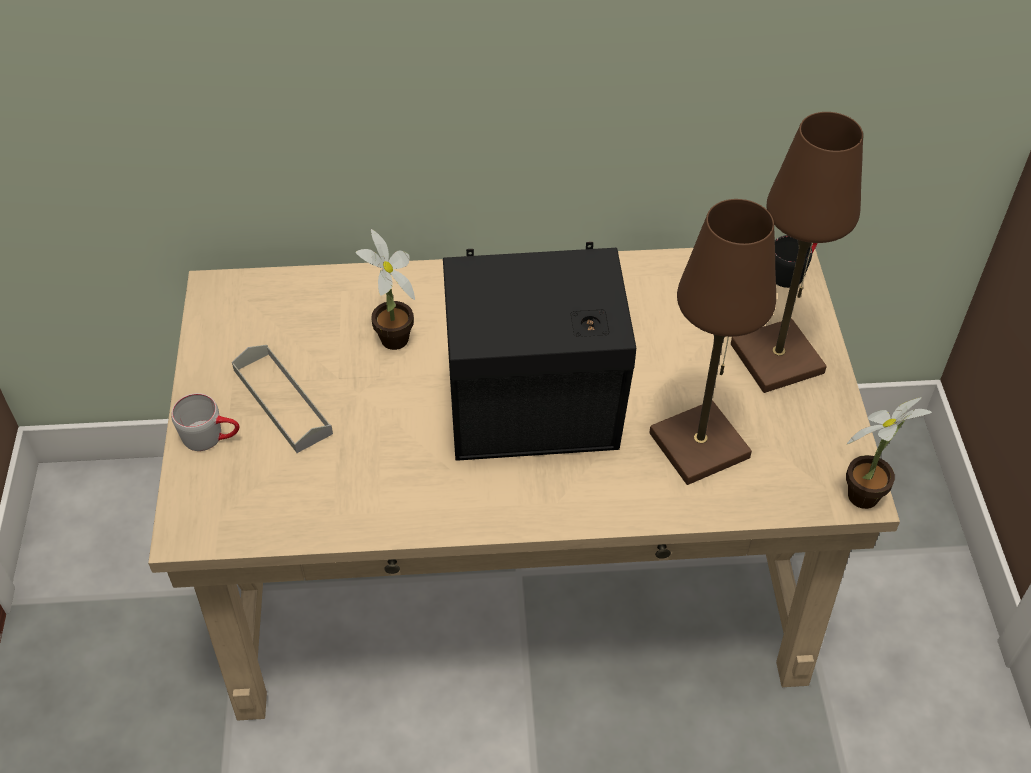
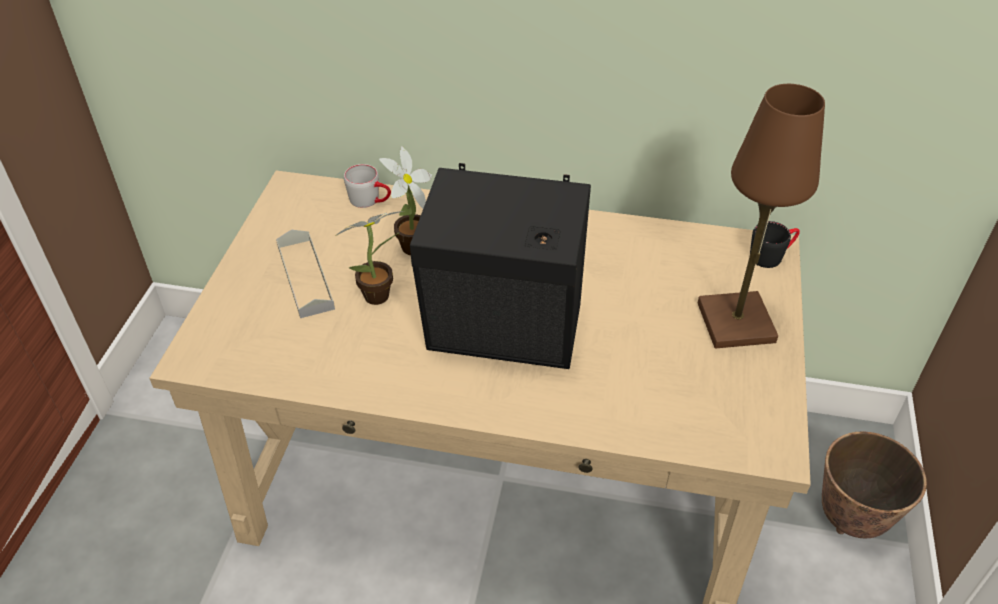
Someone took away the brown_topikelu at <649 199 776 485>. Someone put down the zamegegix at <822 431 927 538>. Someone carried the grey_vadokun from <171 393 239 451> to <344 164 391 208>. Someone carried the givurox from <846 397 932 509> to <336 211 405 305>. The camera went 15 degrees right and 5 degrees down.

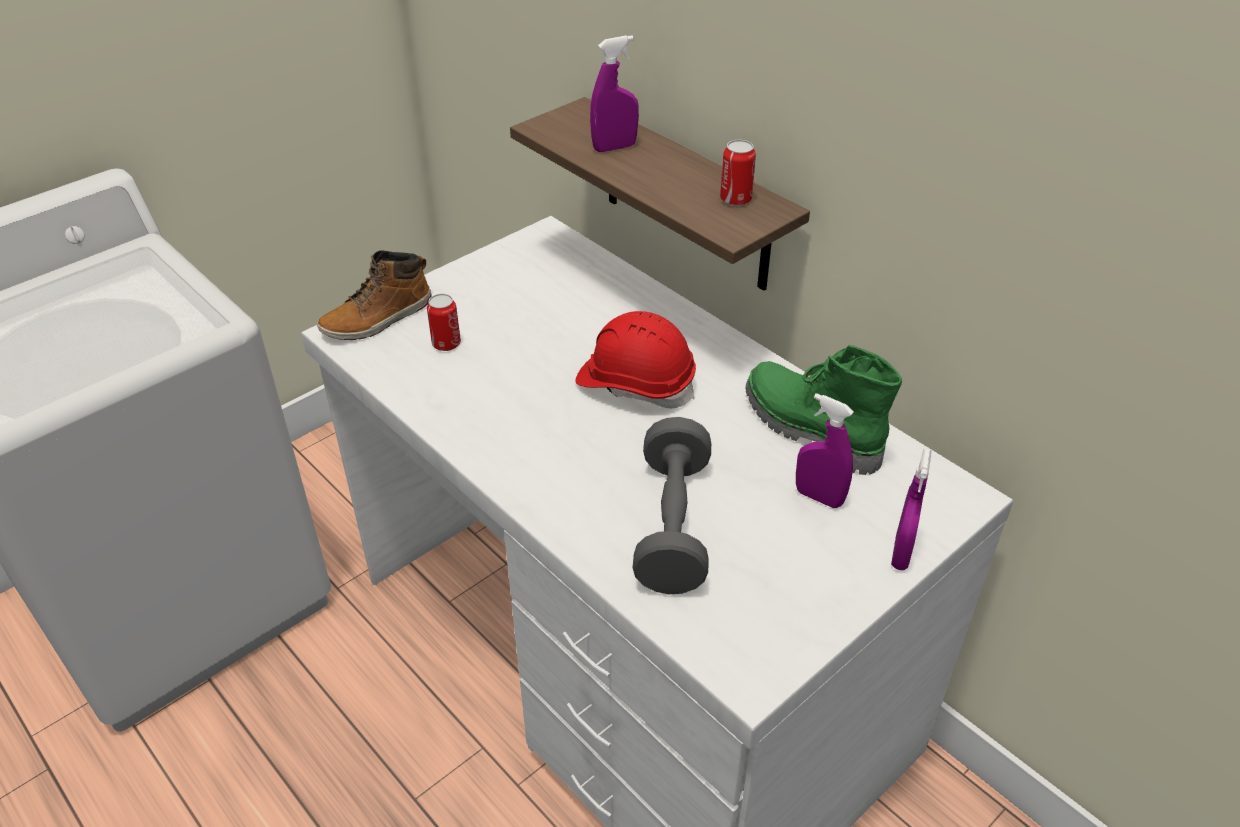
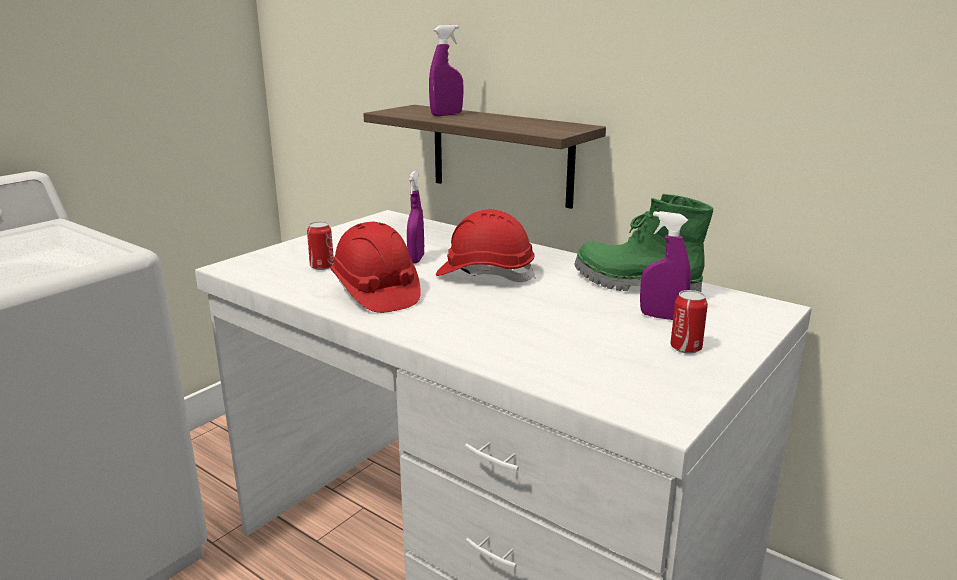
Someone took away the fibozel at <317 250 432 340>. Someone took away the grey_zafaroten at <633 417 711 594>. Someone put down the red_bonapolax at <330 222 421 313>. Someone carried the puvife from <720 140 756 206> to <670 290 708 354>. Someone carried the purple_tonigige from <891 449 931 570> to <407 171 424 264>. The camera went 10 degrees left and 20 degrees down.

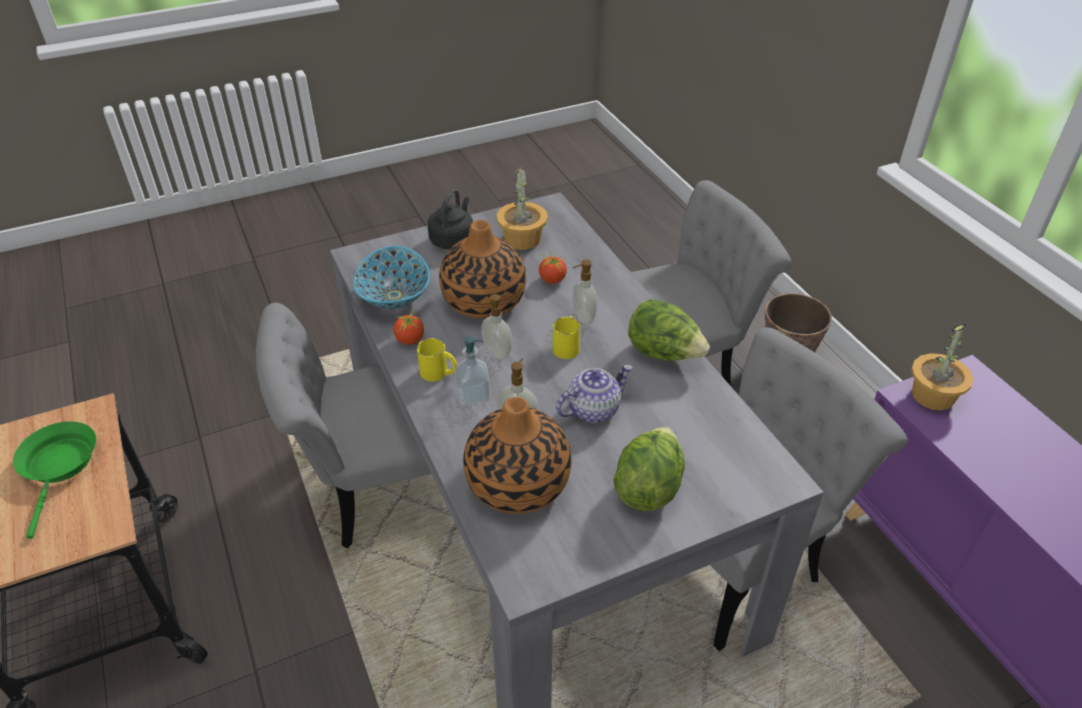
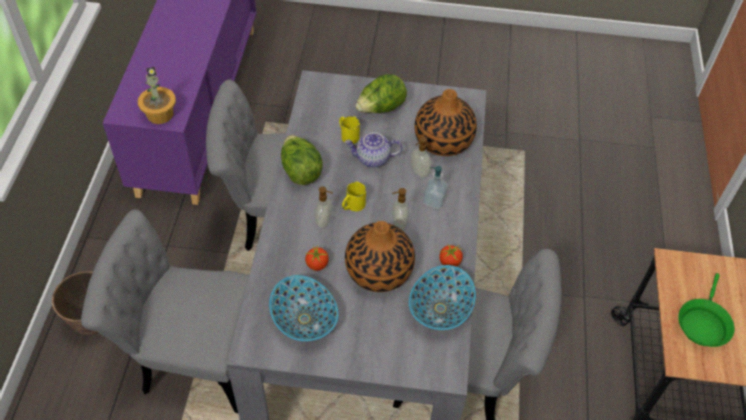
Someone took away the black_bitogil at <427 189 473 250>. Someone carried the yellow_vadokun from <417 338 457 381> to <339 116 360 144>. Someone swapped the givurox at <497 165 548 250> for the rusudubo at <269 275 339 341>. The camera went 150 degrees left and 10 degrees up.

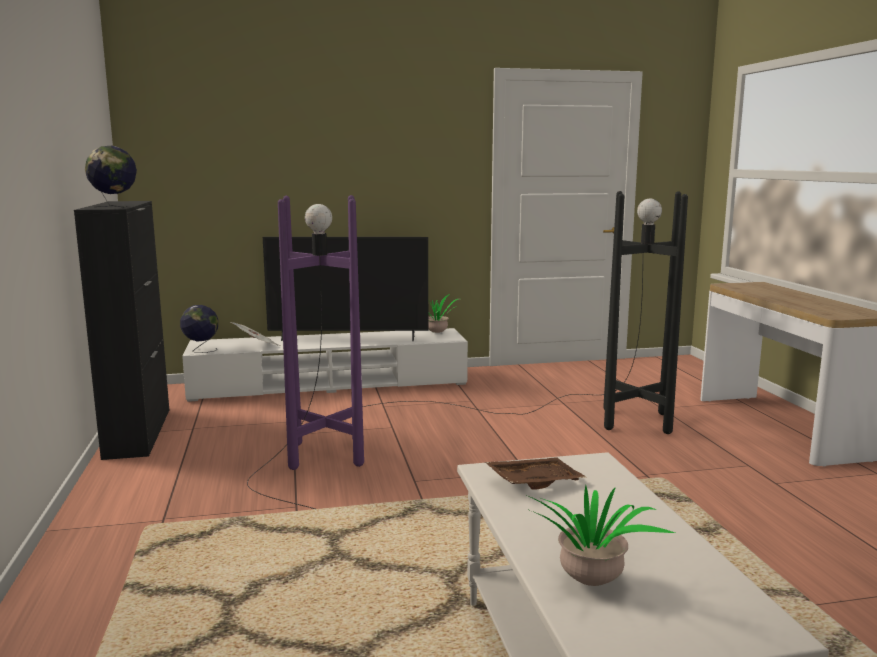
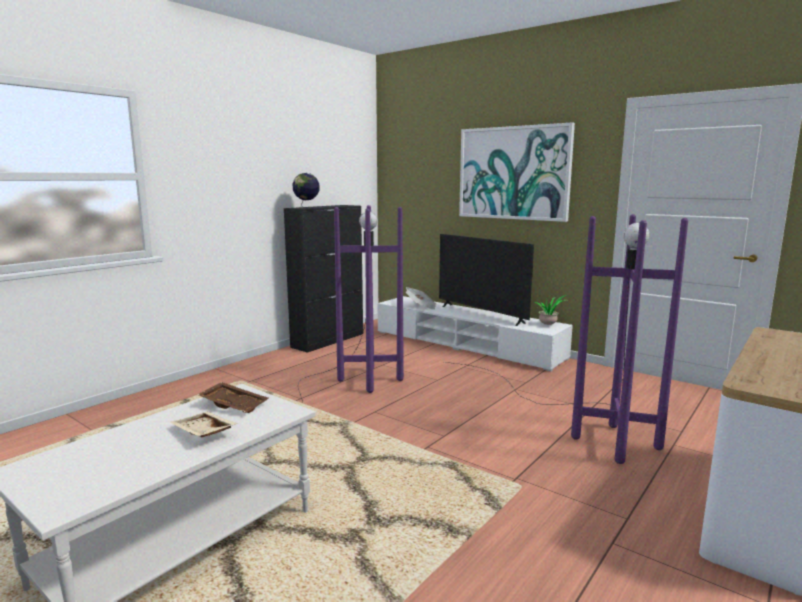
Someone took away the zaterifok at <180 305 218 353>. Someone took away the givurox at <529 485 675 586>. Someone put down the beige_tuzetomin at <170 412 238 437>. Someone put up the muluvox at <459 122 575 222>. Someone repainted the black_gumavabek at <363 191 688 434>, which became the purple_gumavabek at <444 214 688 464>. The camera went 50 degrees right and 0 degrees up.

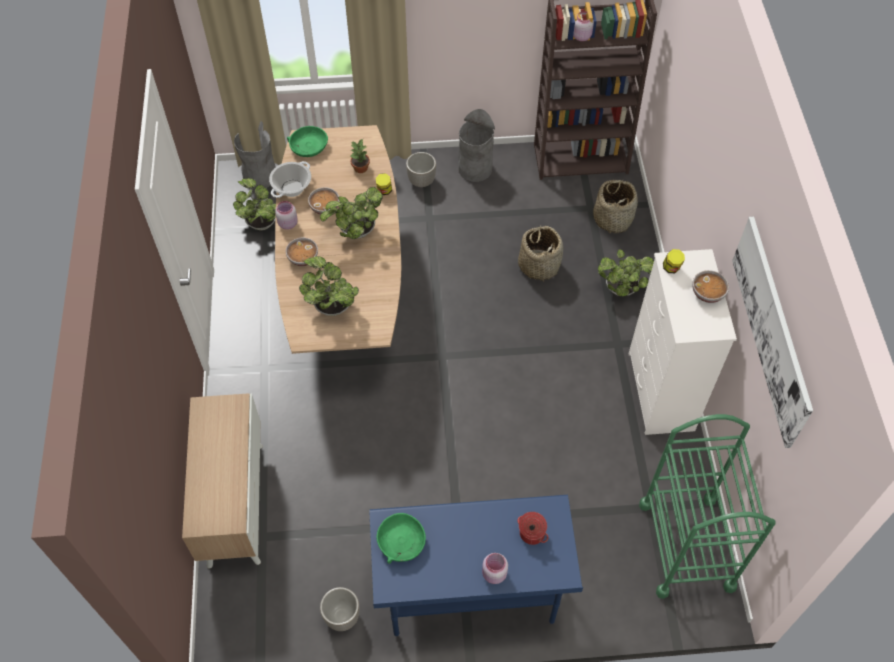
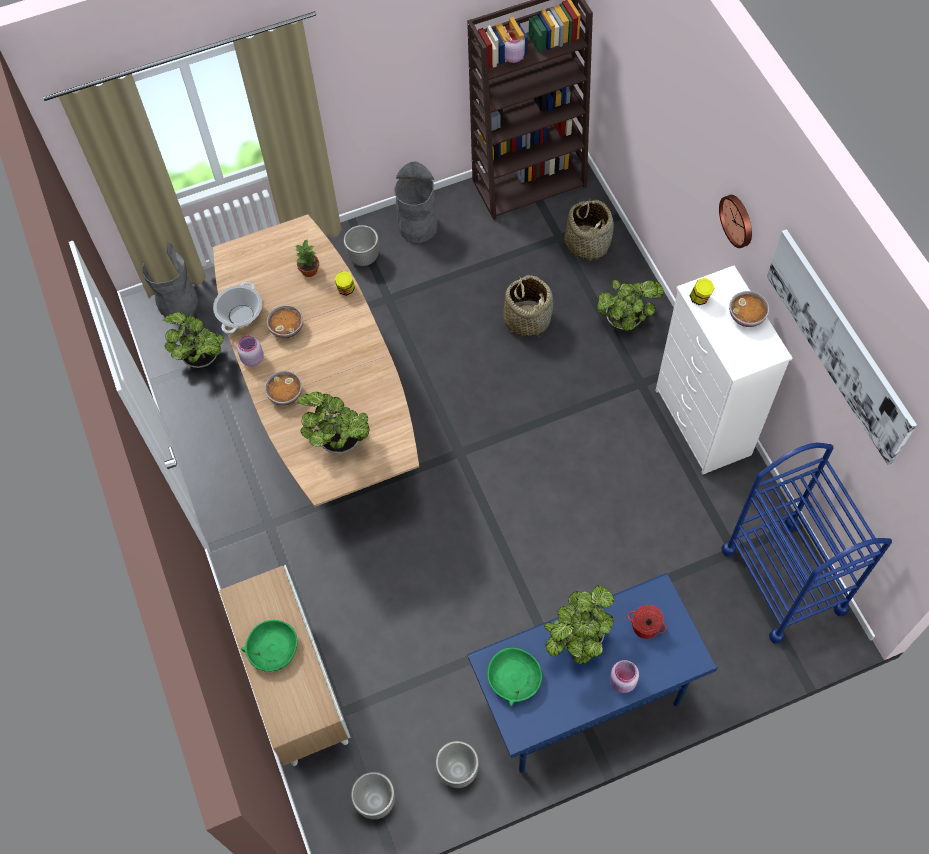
Someone put down the zamegegix at <351 772 395 819>. Someone put up the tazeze at <719 195 752 248>. Someone carried the green_rusudubo from <287 126 328 157> to <241 620 298 672>. Someone carried the givurox from <320 187 383 239> to <544 585 614 664>. Someone repainted the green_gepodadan at <639 414 776 599>, which became the blue_gepodadan at <721 443 892 644>. The camera went 15 degrees left and 5 degrees up.

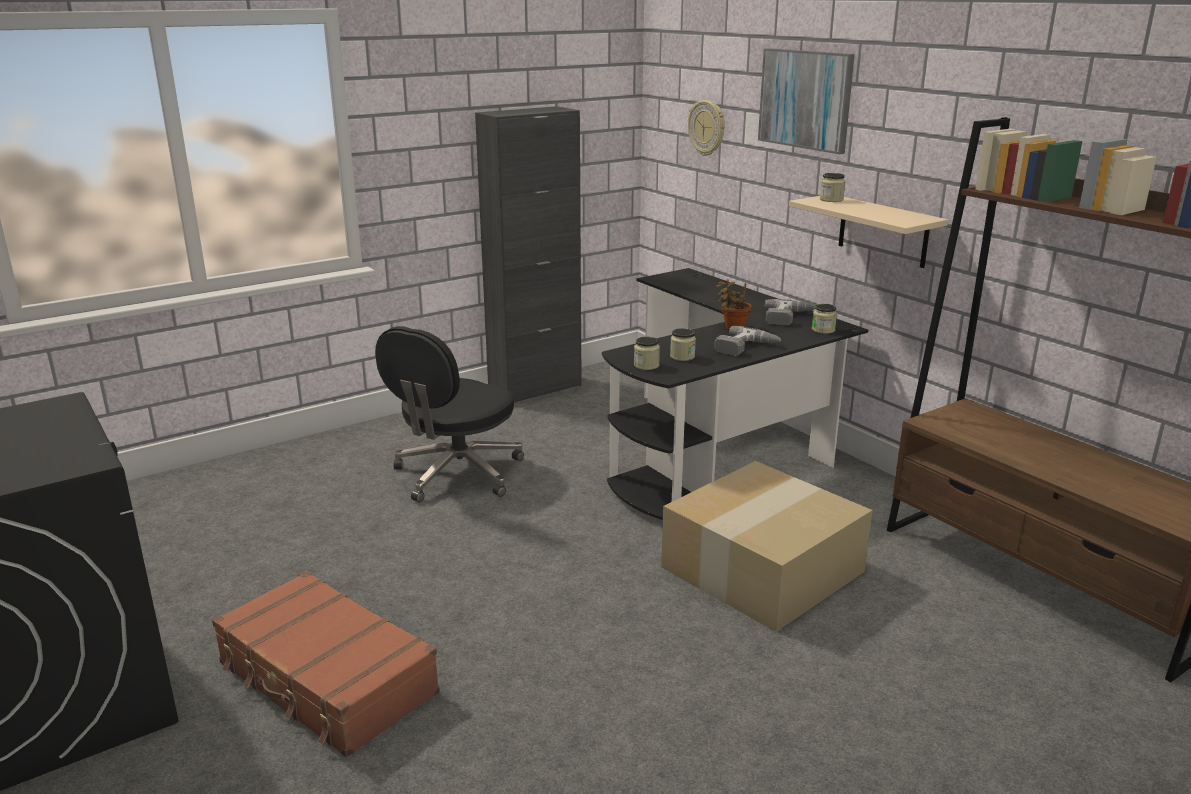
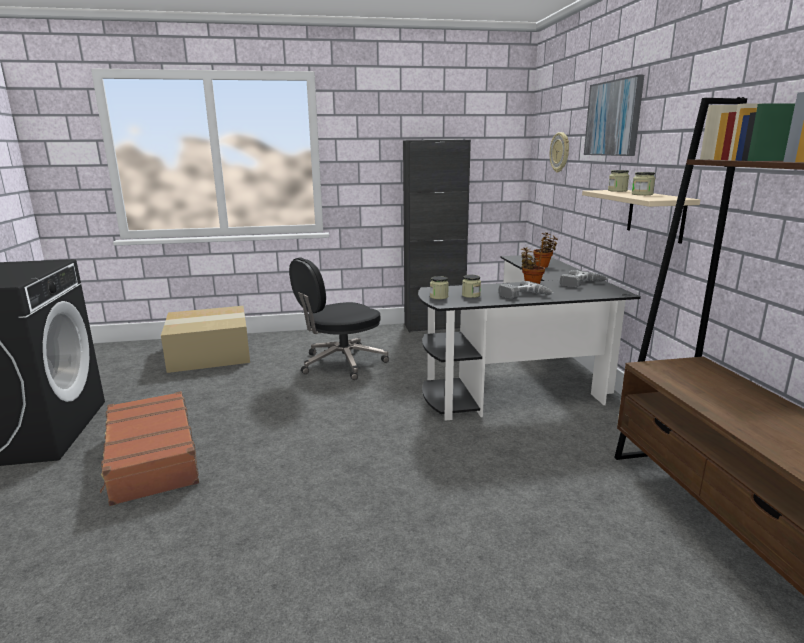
Someone put down the givurox at <533 232 558 268>. Someone carried the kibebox from <661 461 873 632> to <161 306 250 373>. Someone carried the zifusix from <812 304 837 334> to <632 172 655 195>. The camera went 25 degrees right and 5 degrees down.

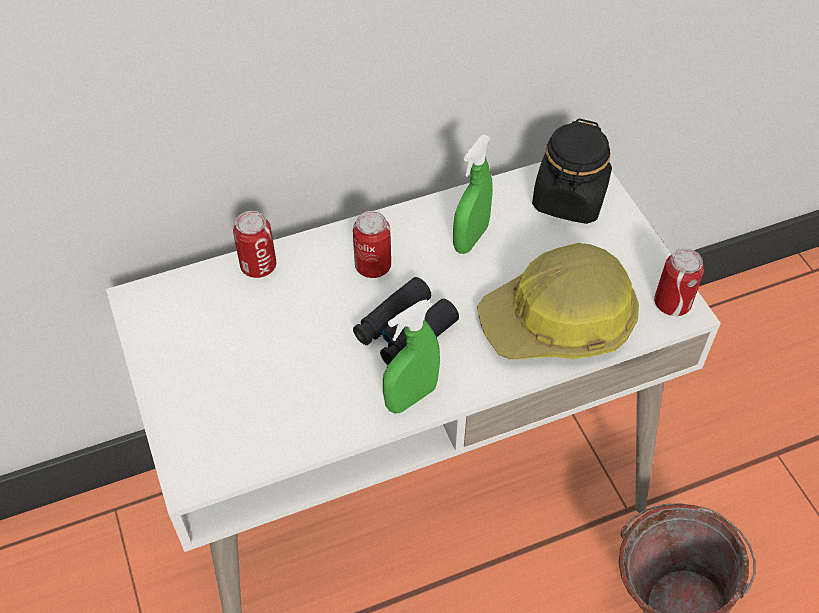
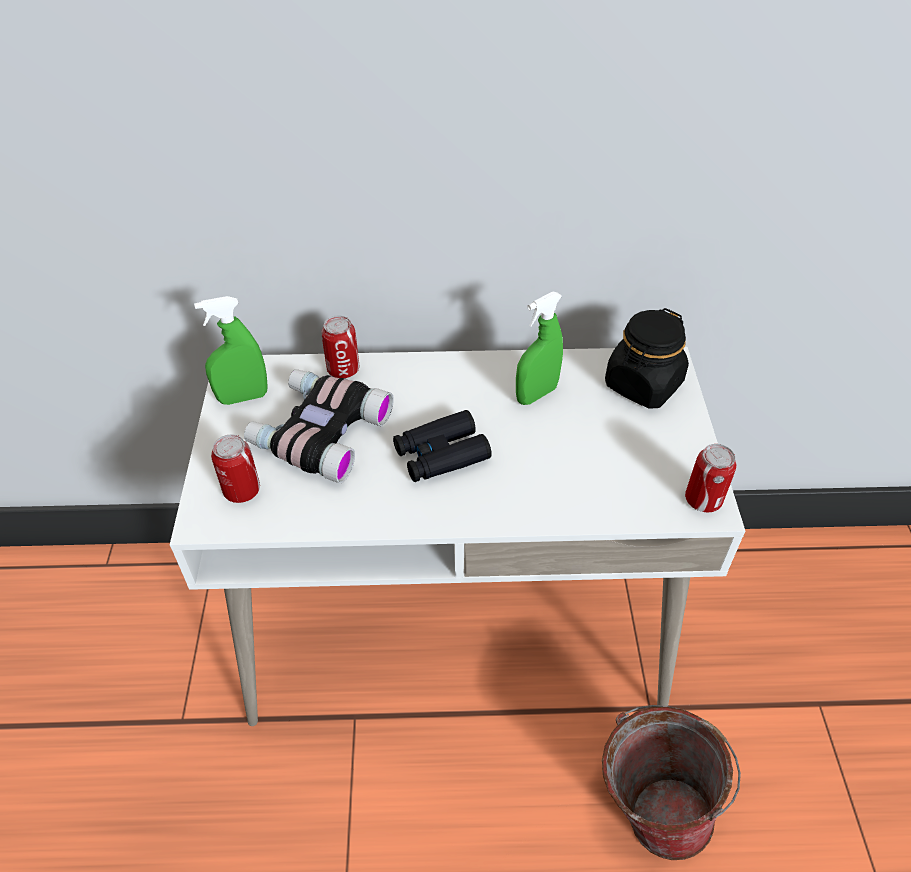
Someone took away the bonapolax at <477 243 639 360>. Someone put down the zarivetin at <244 369 394 483>. Someone carried the puvife from <353 211 391 278> to <211 434 260 503>. Someone carried the green_tonigige from <383 299 440 413> to <194 296 268 405>. The camera went 20 degrees right and 5 degrees down.

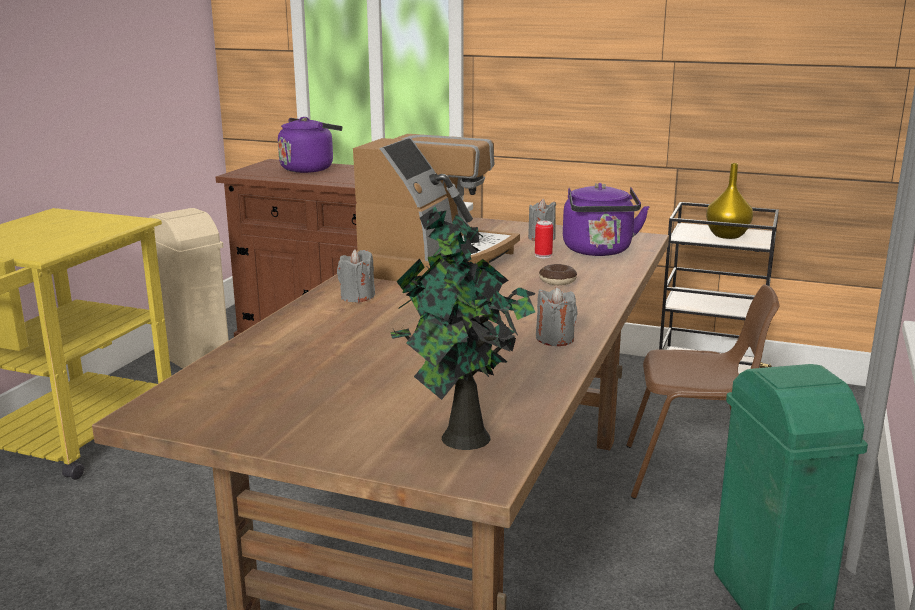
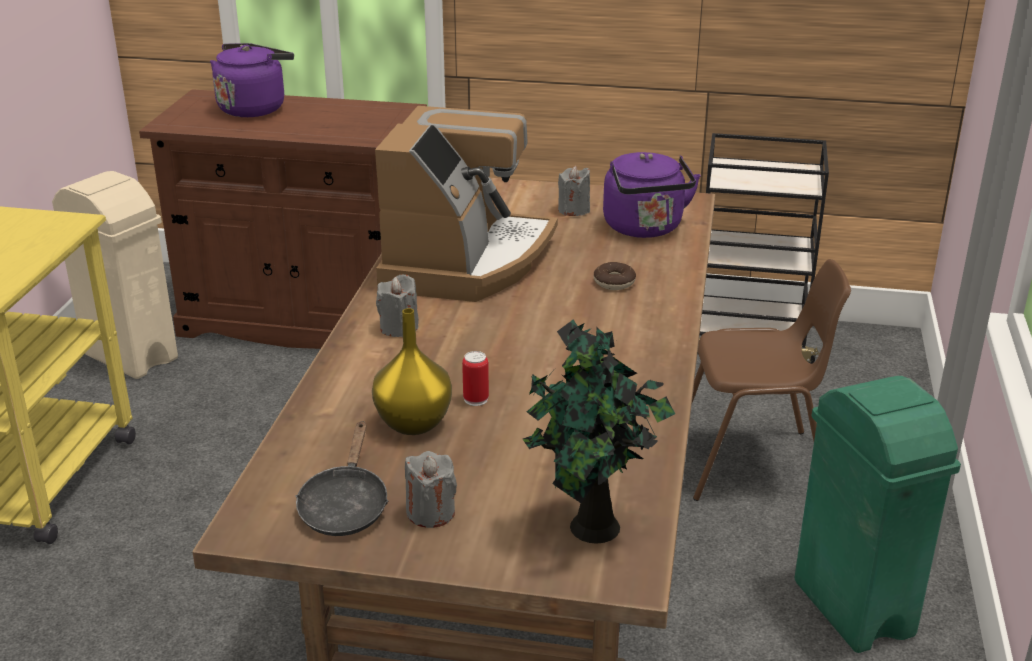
Someone put down the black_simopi at <295 421 388 536>. Someone carried the puvife from <535 221 553 258> to <462 351 489 406>. Someone carried the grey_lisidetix from <536 287 578 346> to <405 451 457 528>. Someone carried the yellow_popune from <706 163 753 239> to <372 308 452 435>. The camera went 10 degrees left and 10 degrees up.

